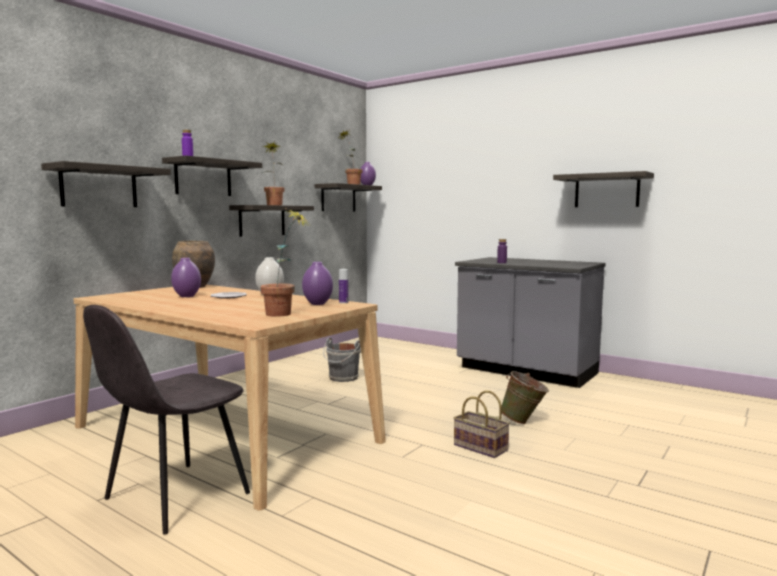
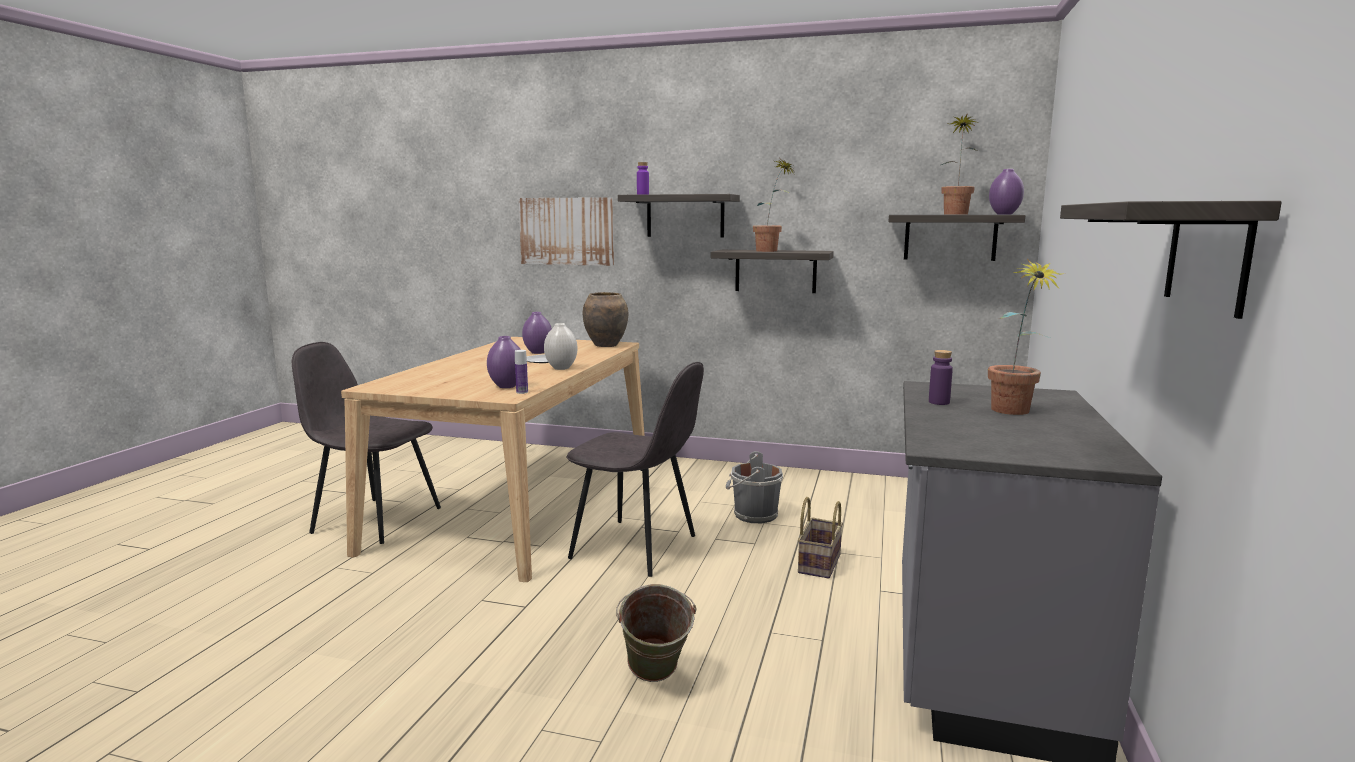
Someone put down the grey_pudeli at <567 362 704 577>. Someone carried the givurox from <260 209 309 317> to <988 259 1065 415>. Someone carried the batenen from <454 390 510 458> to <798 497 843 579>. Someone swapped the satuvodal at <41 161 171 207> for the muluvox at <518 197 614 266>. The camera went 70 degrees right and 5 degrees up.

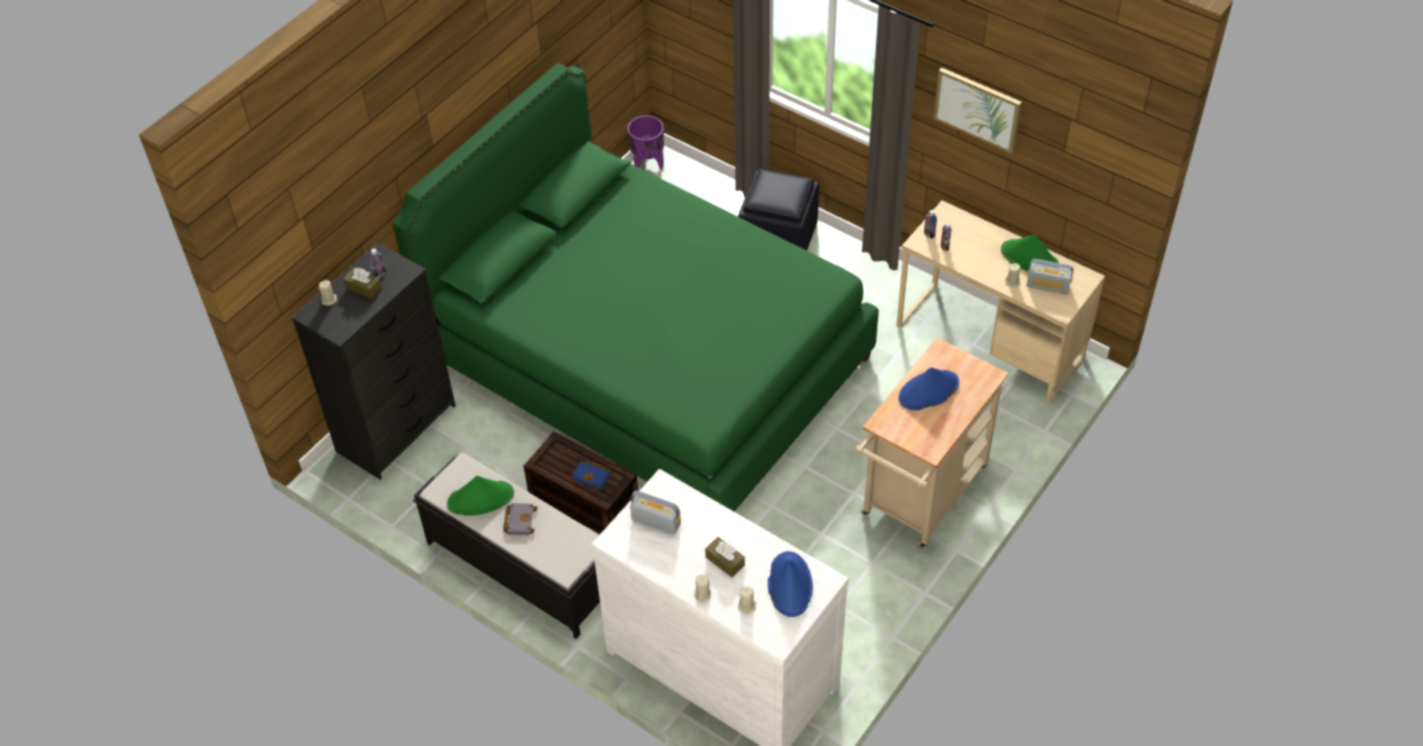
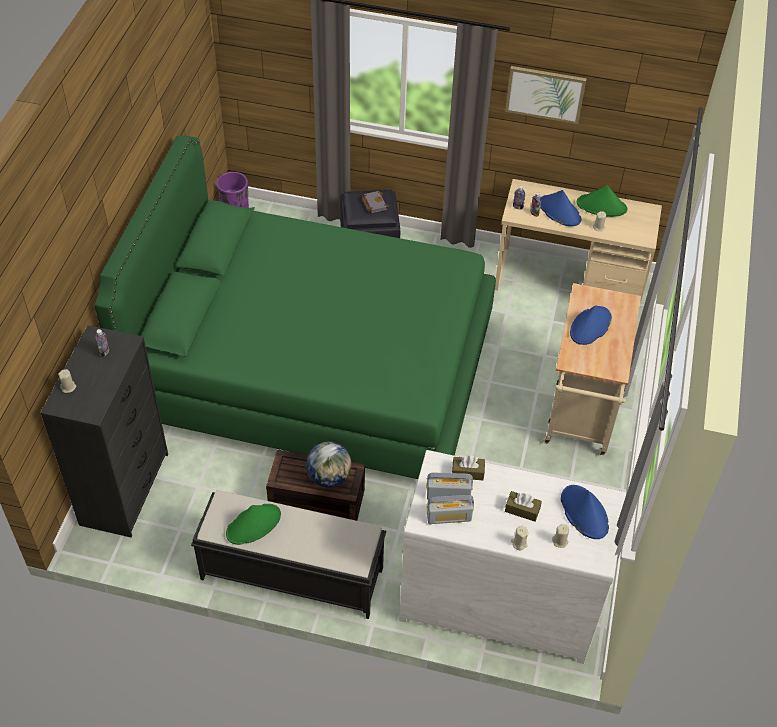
Someone put down the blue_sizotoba at <540 190 581 226>. Someone carried the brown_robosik from <343 268 382 299> to <452 456 485 480>. Someone carried the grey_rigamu from <503 503 537 535> to <362 191 389 213>. Someone carried the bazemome from <1027 259 1074 295> to <427 495 474 524>. Someone swapped the blue_rigamu at <571 459 610 491> for the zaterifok at <306 442 352 488>. The camera went 25 degrees left and 0 degrees up.

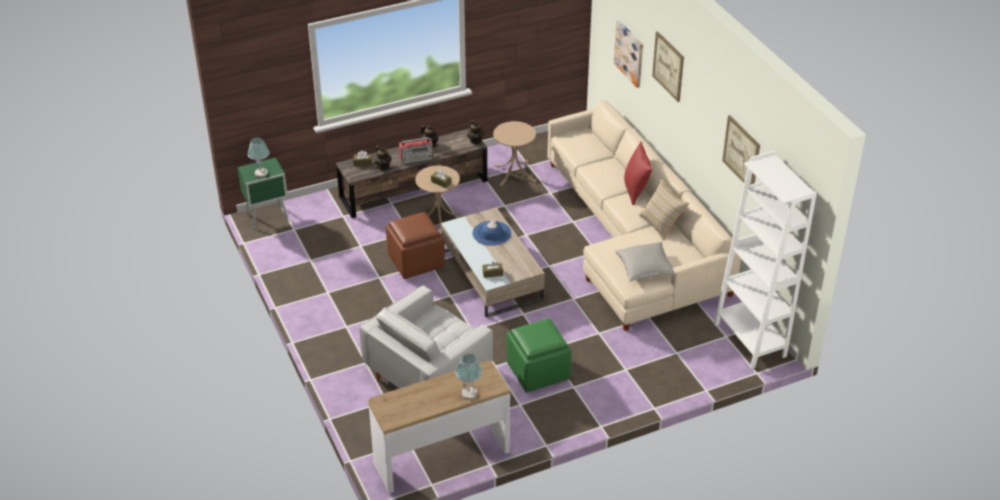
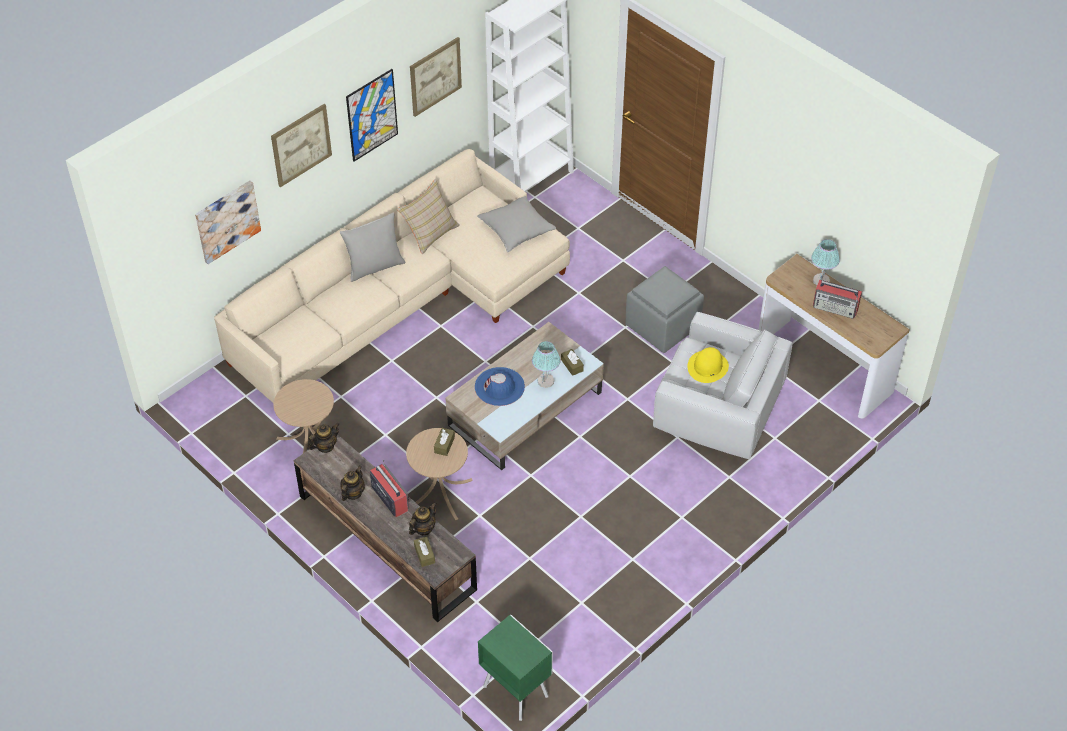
Someone took away the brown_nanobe at <386 212 445 279>. Someone put up the muluvox at <346 69 398 162>. Someone put down the yellow_sizotoba at <688 347 729 383>. Someone put down the bazemome at <813 280 862 319>. Someone carried the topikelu from <248 137 270 178> to <532 341 561 388>. Someone repainted the green_nanobe at <507 318 571 393>, which became the grey_nanobe at <626 266 704 353>. Someone repainted the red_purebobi at <624 141 652 206>, which became the grey_purebobi at <340 213 406 282>. The camera went 110 degrees left and 10 degrees up.

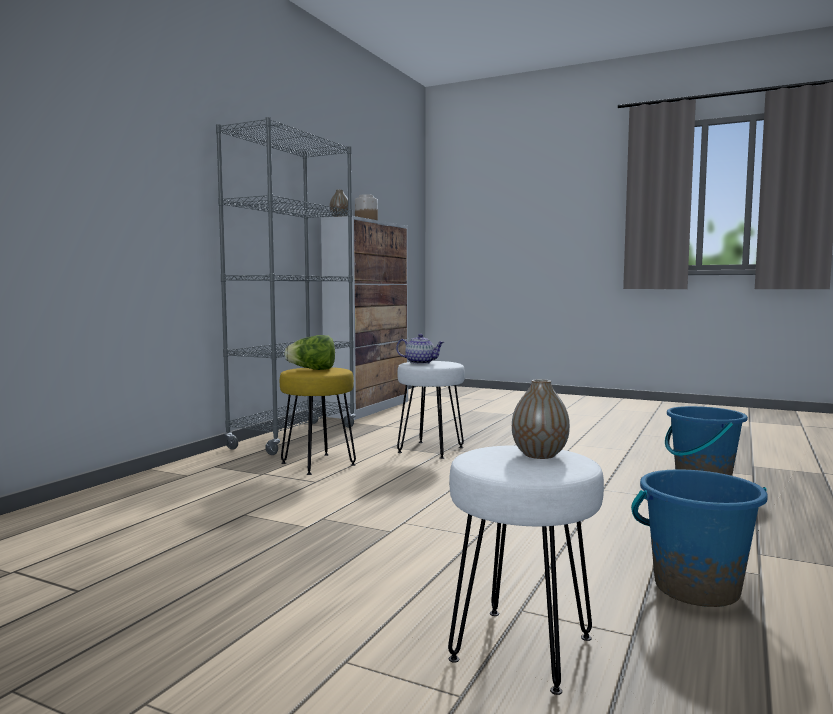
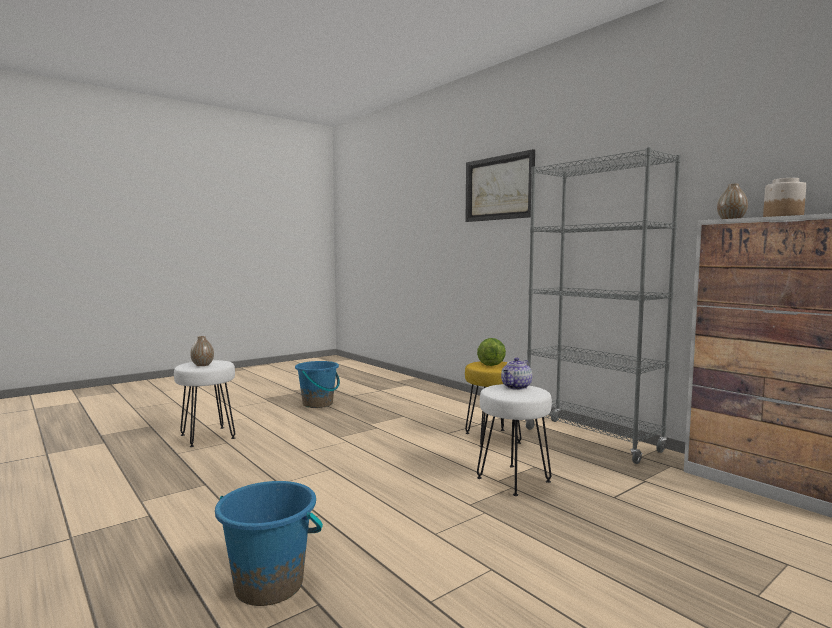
Someone put up the muluvox at <466 149 535 222>. Someone carried the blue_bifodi from <631 470 768 607> to <295 361 340 408>. The camera went 115 degrees right and 0 degrees up.

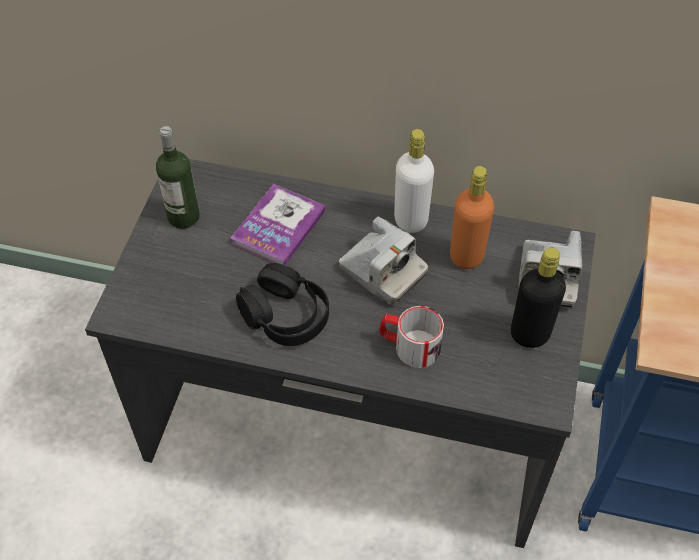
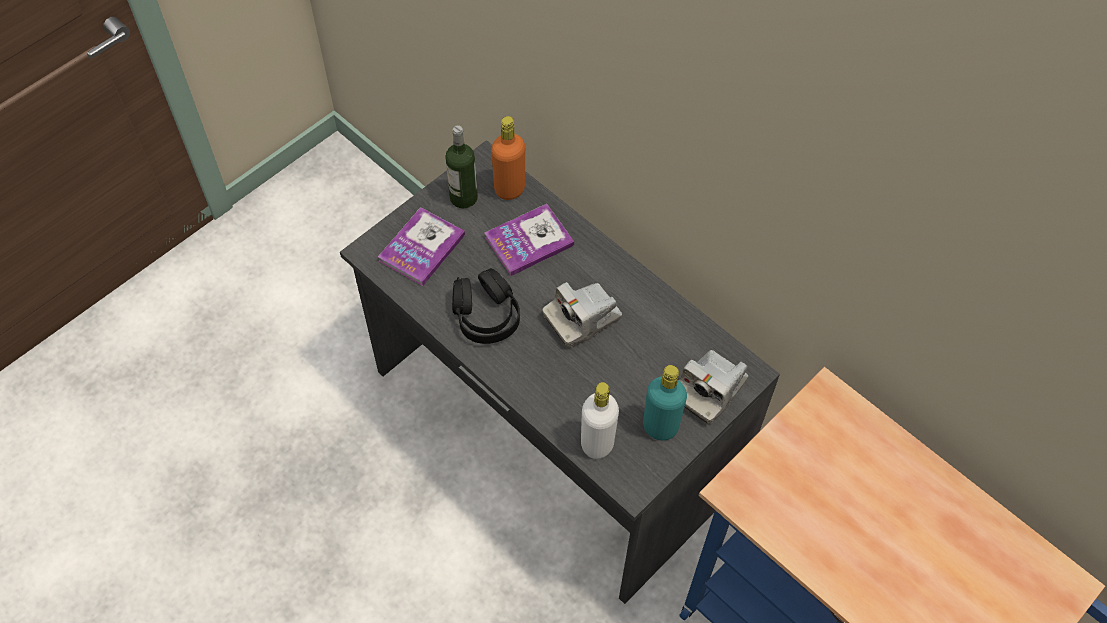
Someone took away the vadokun at <379 306 444 368>. Someone put down the rigamu at <378 207 465 286>. Someone carried the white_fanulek from <394 129 434 233> to <581 382 619 459>. Someone carried the orange_fanulek from <450 166 494 269> to <491 116 525 200>. Someone repainted the black_fanulek at <511 248 566 348>, which became the turquoise_fanulek at <643 365 687 441>. Someone rotated the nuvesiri at <339 216 428 306> by 75 degrees clockwise. The camera went 30 degrees right and 5 degrees up.

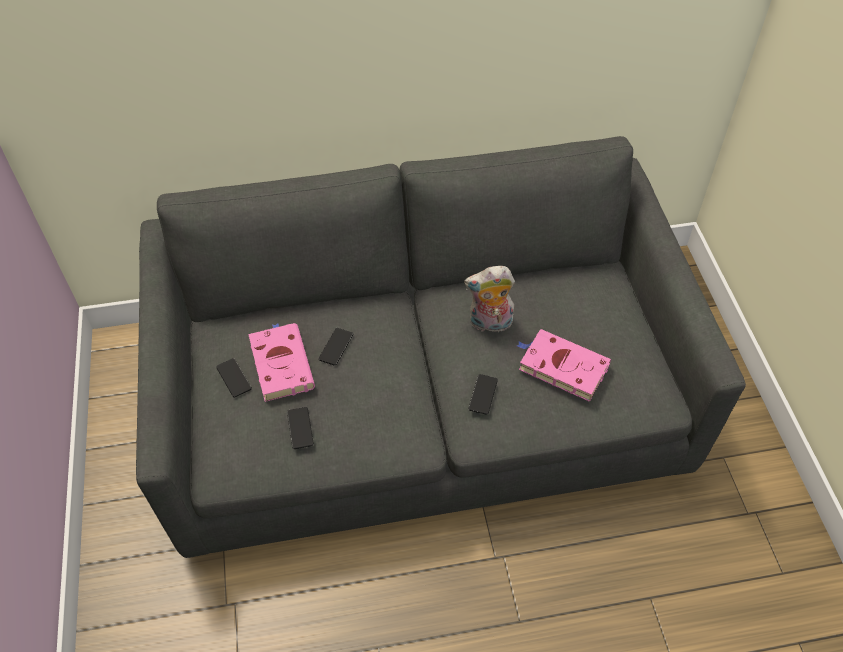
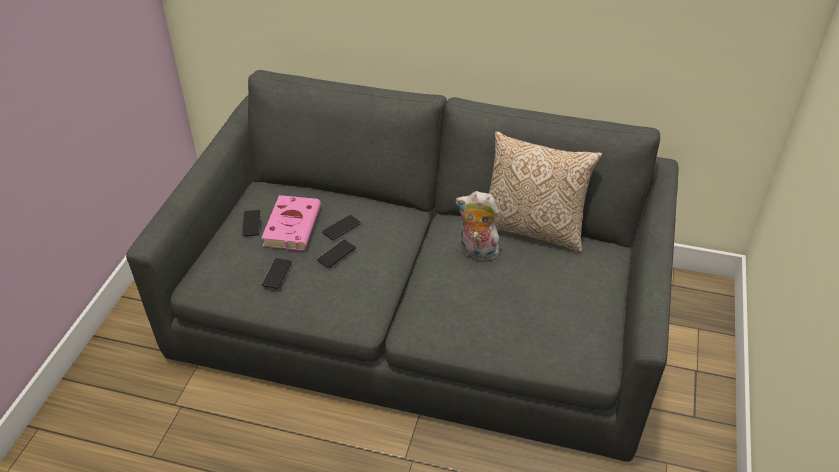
Someone took away the pink_rigamu at <517 329 611 402>. Someone put down the purebobi at <489 131 602 253>. Someone carried the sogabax from <468 374 498 415> to <317 240 356 268>. The camera went 25 degrees right and 10 degrees down.

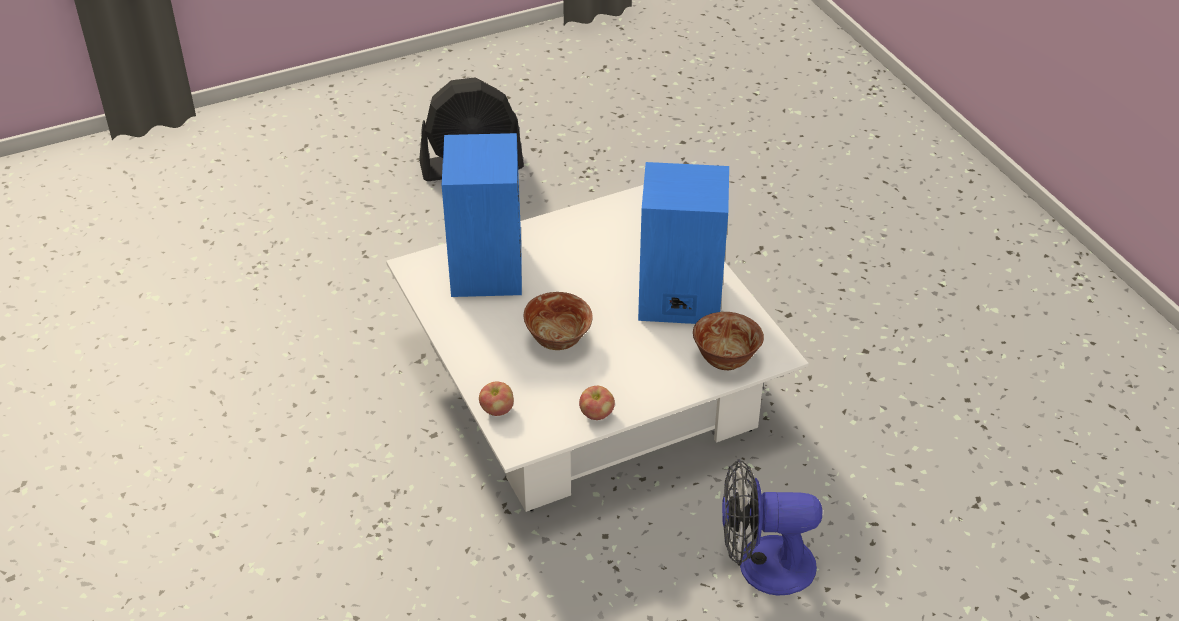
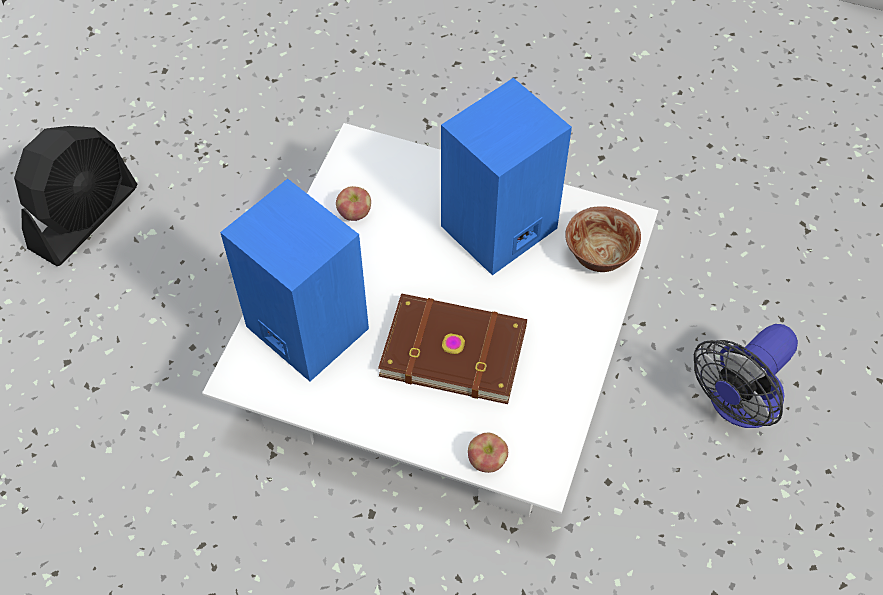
Someone carried the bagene from <579 386 615 420> to <336 186 371 221>. Someone swapped the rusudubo at <524 292 593 350> for the brown_rigamu at <378 293 527 404>. The camera went 45 degrees left and 15 degrees up.

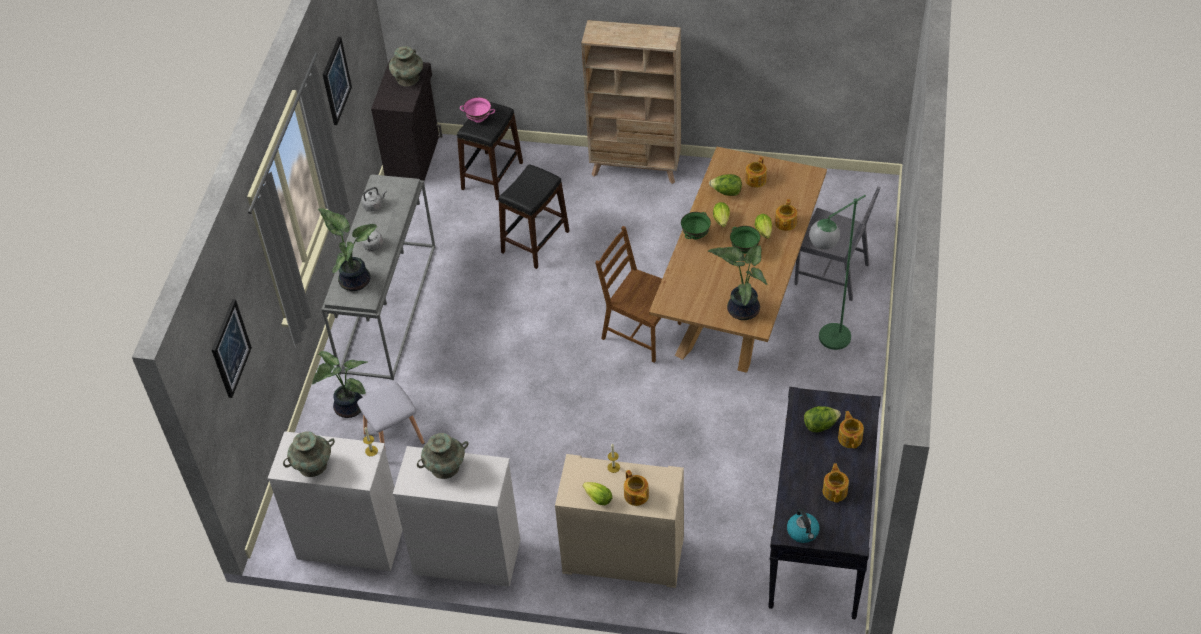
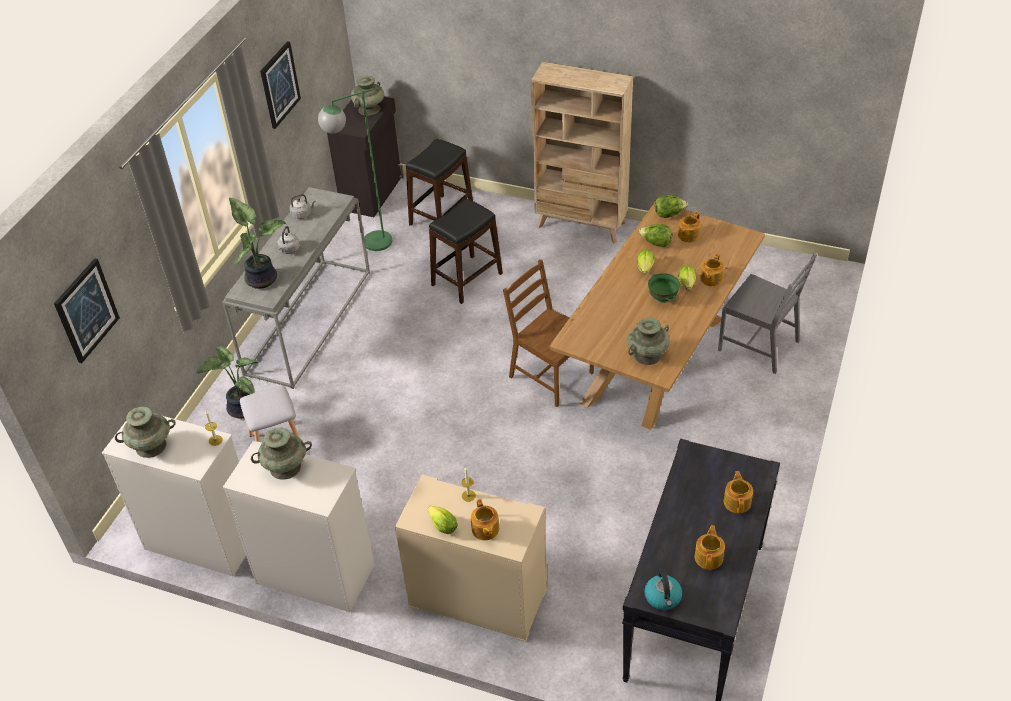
Someone took away the pink_rusudubo at <460 97 495 123>. Someone took away the green_rusudubo at <681 212 711 239>. Someone carried the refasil from <804 406 841 432> to <655 195 688 218>. Someone carried the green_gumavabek from <809 195 866 350> to <318 88 392 251>. Someone swapped the givurox at <708 244 768 320> for the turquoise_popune at <627 318 669 365>. The camera went 10 degrees right and 5 degrees down.

